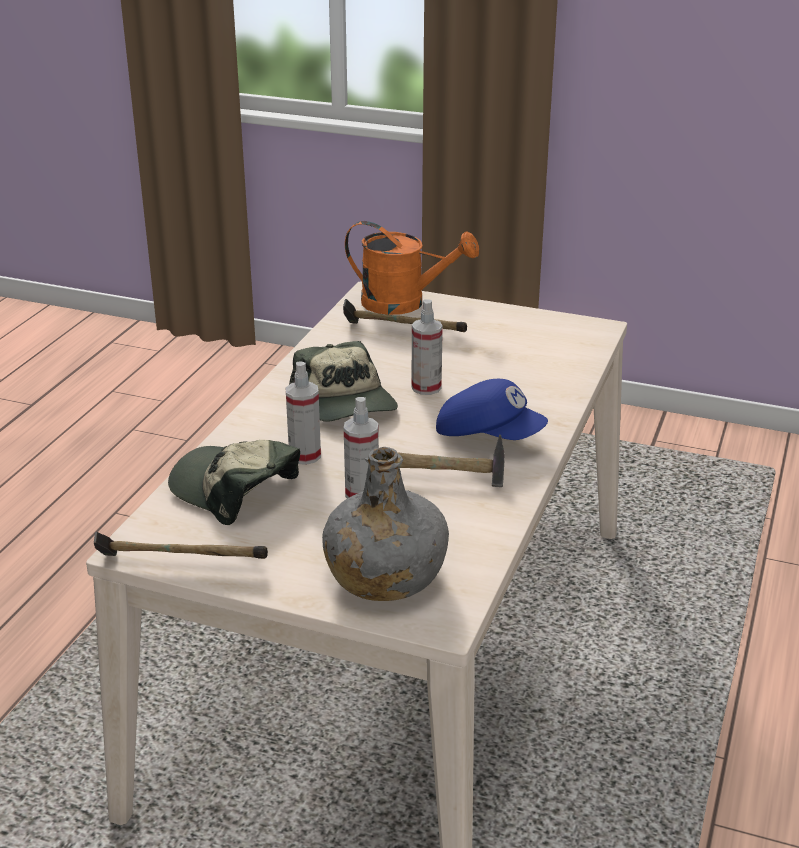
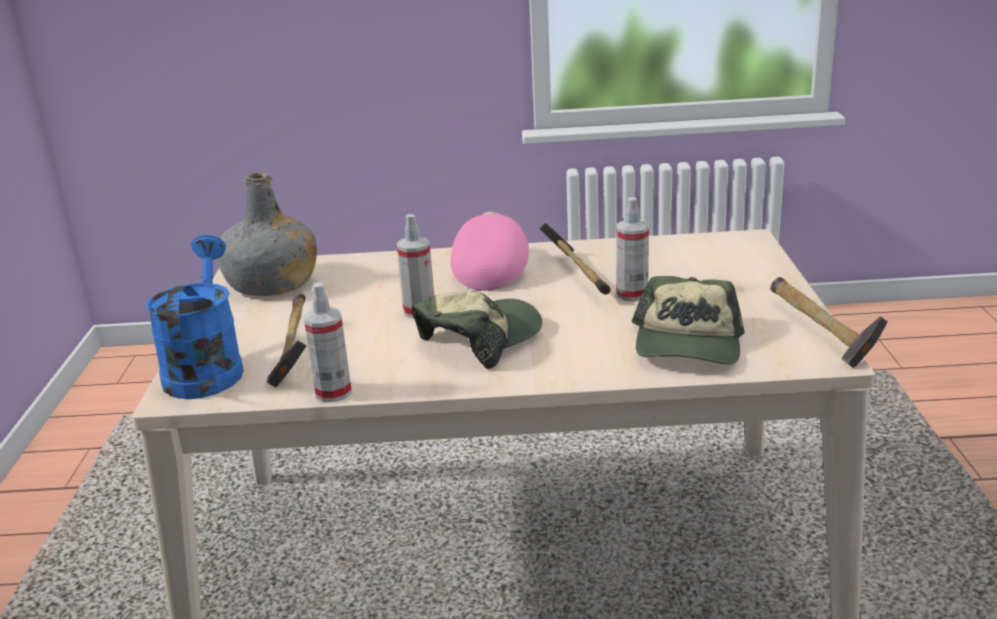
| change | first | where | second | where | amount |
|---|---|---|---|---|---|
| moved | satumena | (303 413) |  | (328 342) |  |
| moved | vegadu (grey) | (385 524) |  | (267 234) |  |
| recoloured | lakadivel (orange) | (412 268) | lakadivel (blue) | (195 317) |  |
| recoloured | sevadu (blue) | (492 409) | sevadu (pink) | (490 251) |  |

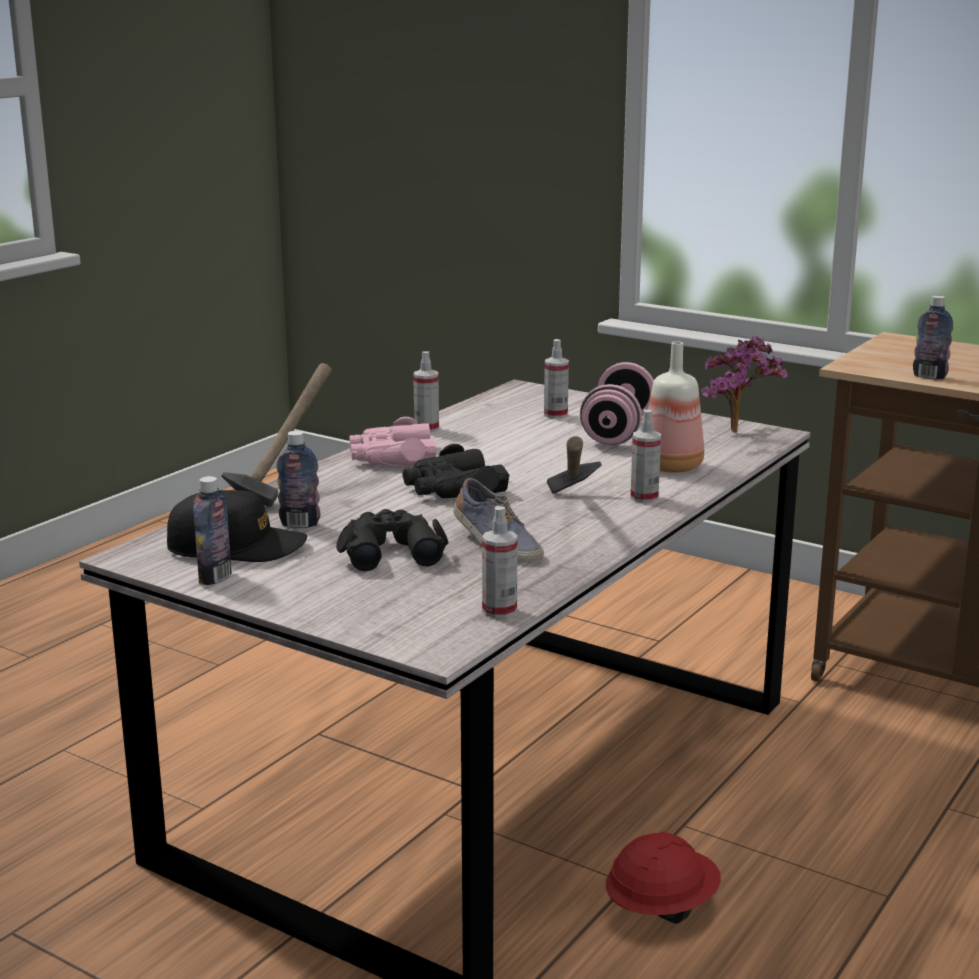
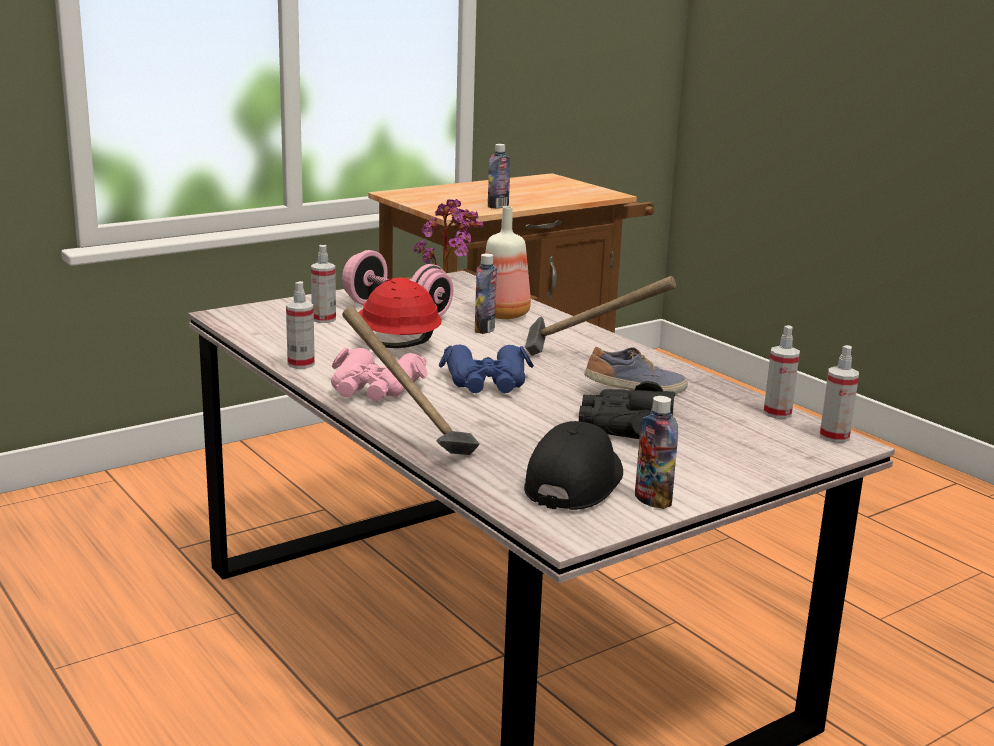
| change | first | where | second | where | amount |
|---|---|---|---|---|---|
| moved | vegadu | (298 479) |  | (486 293) |  |
| recoloured | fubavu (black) | (456 471) | fubavu (blue) | (486 368) |  |
| moved | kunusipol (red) | (663 877) |  | (400 313) |  |
| moved | satumena | (645 456) |  | (839 394) |  |

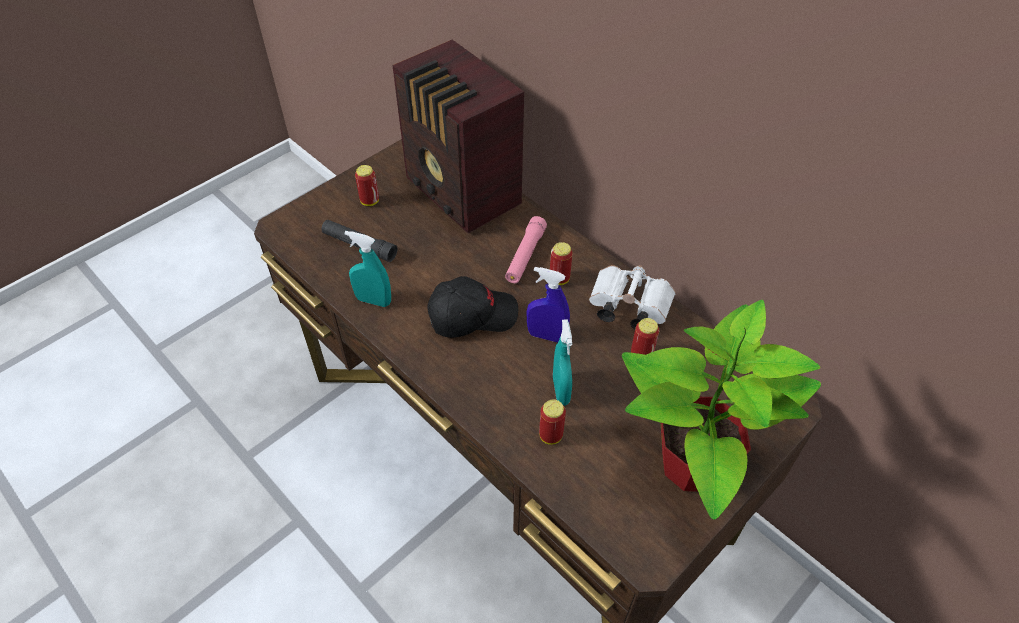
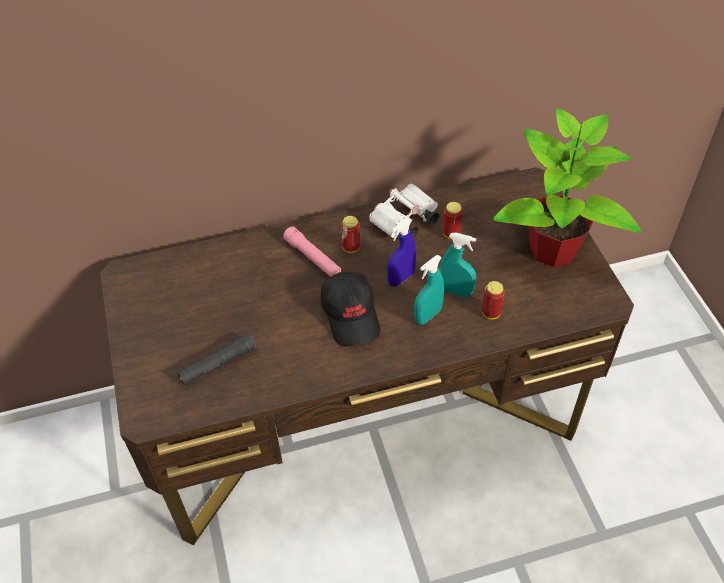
| change | first | where | second | where | amount |
|---|---|---|---|---|---|
| moved | satumena (turquoise) | (368 269) |  | (429 290) |  |
| removed | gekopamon | (367 185) |  |  |  |
| removed | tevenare | (458 136) |  |  |  |
| turned | sevadu (black) | (472 307) |  | (350 309) | 150 degrees clockwise |

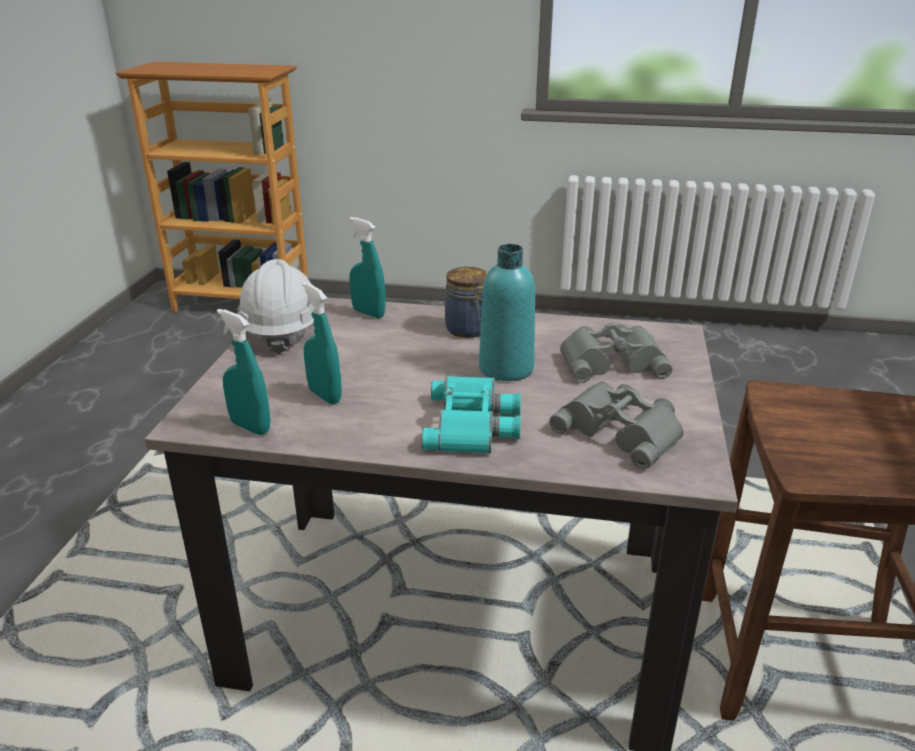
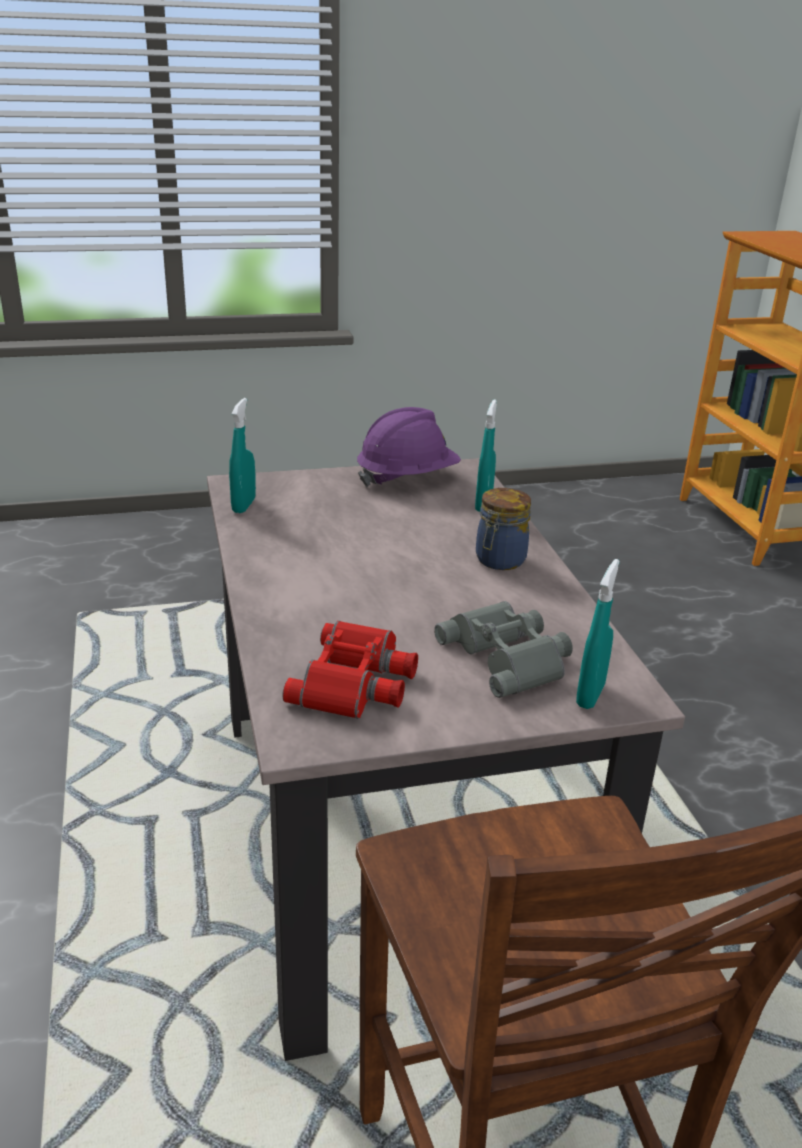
| change | first | where | second | where | amount |
|---|---|---|---|---|---|
| recoloured | kunusipol (white) | (275 307) | kunusipol (purple) | (409 447) |  |
| moved | satumena (turquoise) | (322 343) |  | (598 634) |  |
| removed | fubavu (turquoise) | (471 415) |  |  |  |
| removed | vegadu (turquoise) | (507 312) |  |  |  |
| recoloured | fubavu (grey) | (616 425) | fubavu (red) | (350 669) |  |

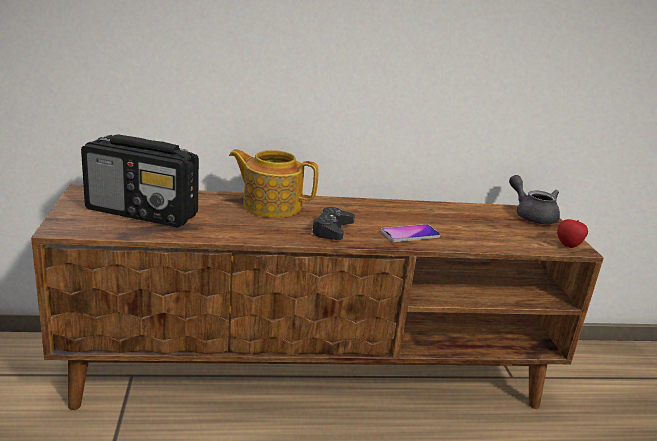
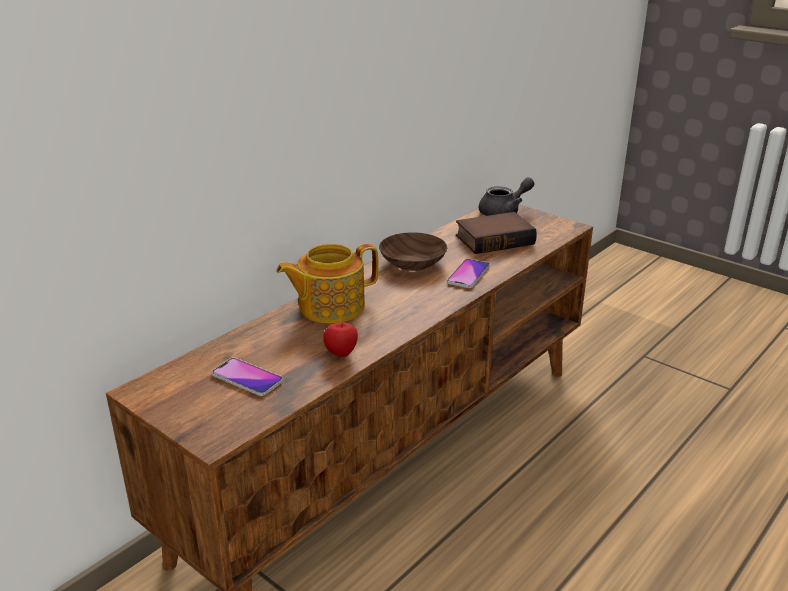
| change | first | where | second | where | amount |
|---|---|---|---|---|---|
| replaced | tevenare | (140 180) | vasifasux | (247 377) |  |
| removed | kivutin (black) | (333 223) |  |  |  |
| turned | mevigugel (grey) | (534 199) |  | (506 196) | 135 degrees clockwise |
| moved | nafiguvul | (572 233) |  | (340 339) |  |
| added |  |  | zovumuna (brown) | (413 251) |  |
| added |  |  | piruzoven | (496 233) |  |

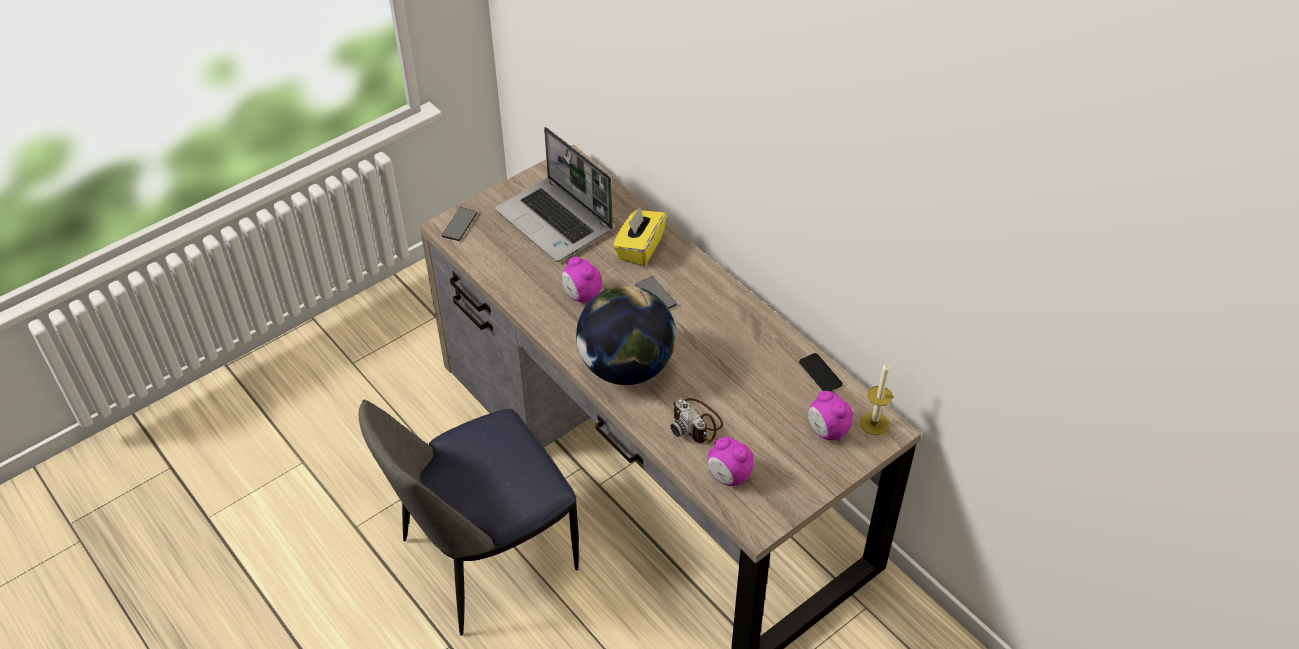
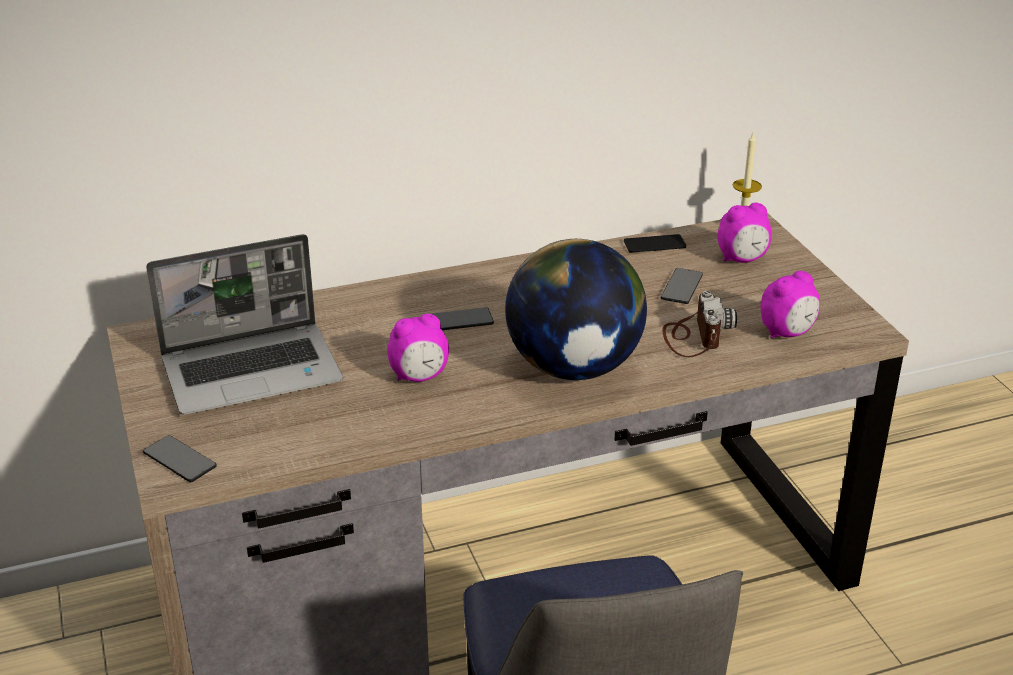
| change | first | where | second | where | amount |
|---|---|---|---|---|---|
| removed | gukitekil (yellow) | (640 236) |  |  |  |
| turned | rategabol | (696 420) |  | (699 324) | 75 degrees counterclockwise |
| added |  |  | vasifasux | (682 286) |  |

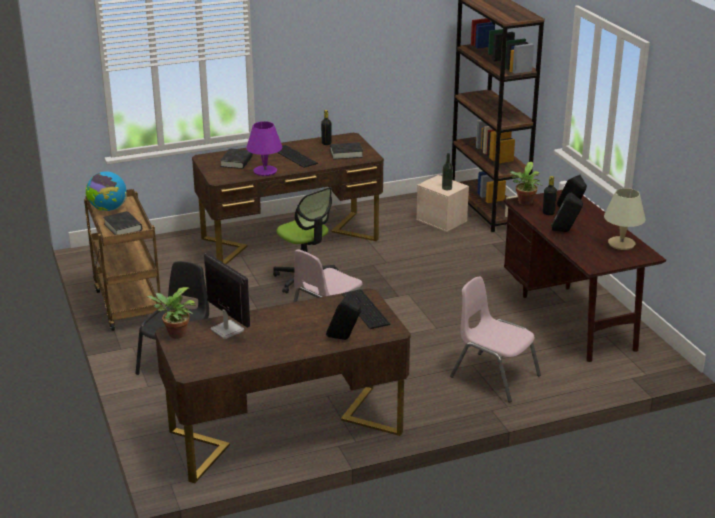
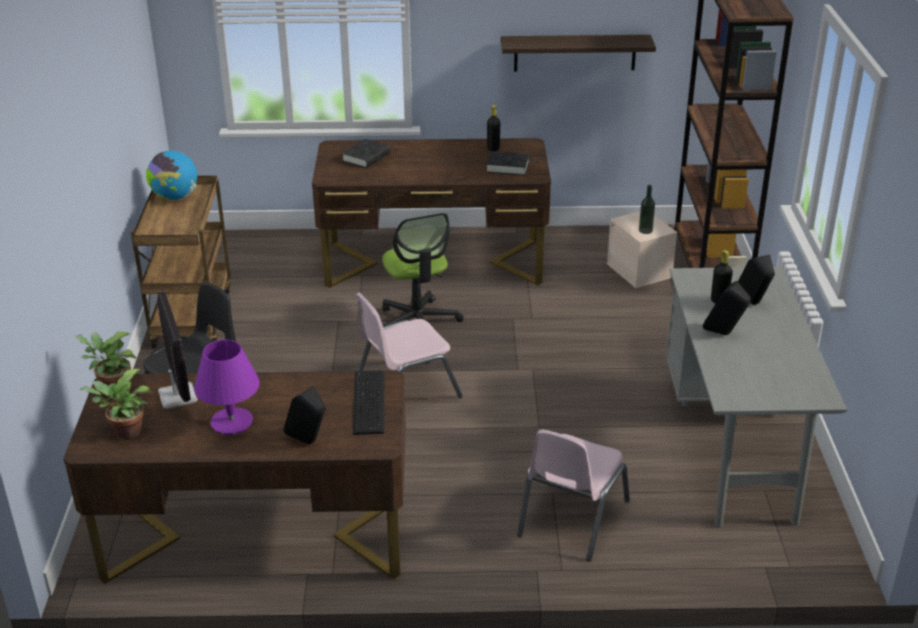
| change | first | where | second | where | amount |
|---|---|---|---|---|---|
| removed | piruzoven (black) | (122 223) |  |  |  |
| moved | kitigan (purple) | (264 148) |  | (227 387) |  |
| removed | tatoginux | (297 156) |  |  |  |
| turned | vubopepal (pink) | (495 340) |  | (573 495) | 120 degrees counterclockwise |
| recoloured | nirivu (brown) | (584 276) | nirivu (grey) | (756 397) |  |
| moved | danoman | (526 183) |  | (116 404) |  |
| removed | kitigan (beige) | (625 219) |  |  |  |
| added |  |  | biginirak | (578 53) |  |

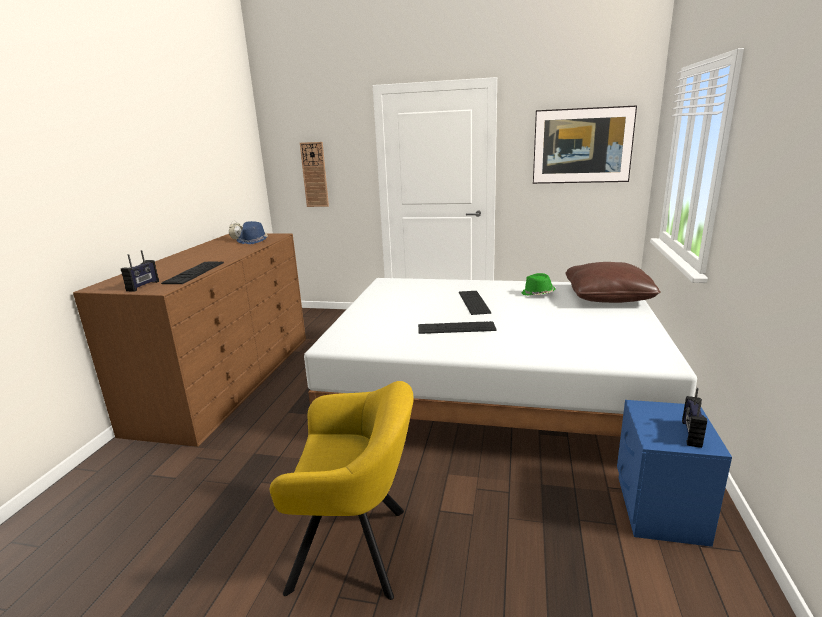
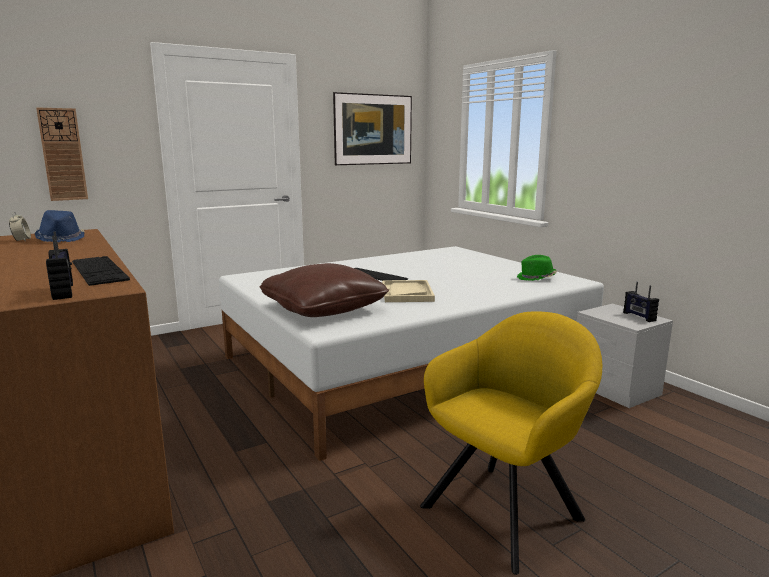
| change | first | where | second | where | amount |
|---|---|---|---|---|---|
| replaced | tatoginux | (457 327) | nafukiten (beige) | (408 291) |  |
| moved | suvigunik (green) | (539 284) |  | (537 268) |  |
| moved | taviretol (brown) | (613 282) |  | (324 290) |  |
| recoloured | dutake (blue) | (674 473) | dutake (grey) | (624 356) |  |

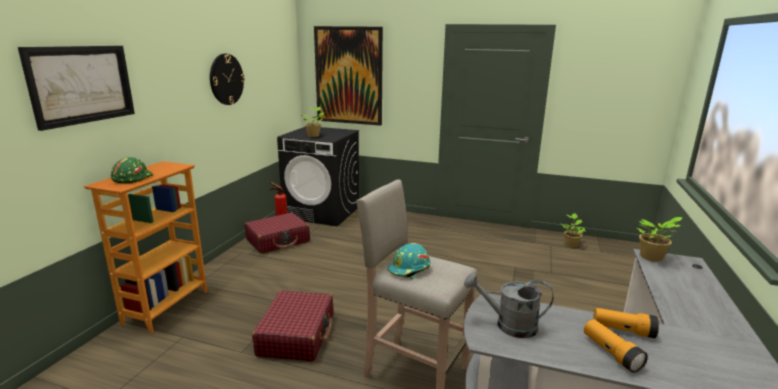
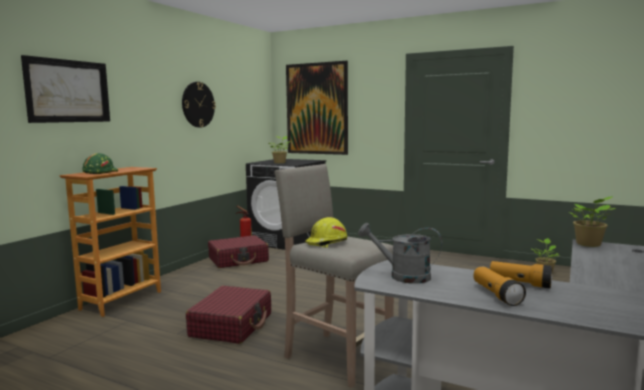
| change | first | where | second | where | amount |
|---|---|---|---|---|---|
| recoloured | kunusipol (turquoise) | (409 261) | kunusipol (yellow) | (326 232) |  |

